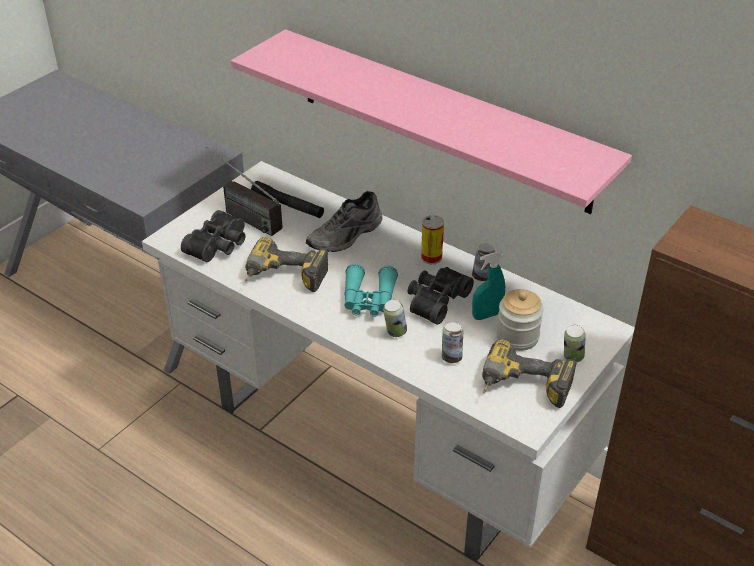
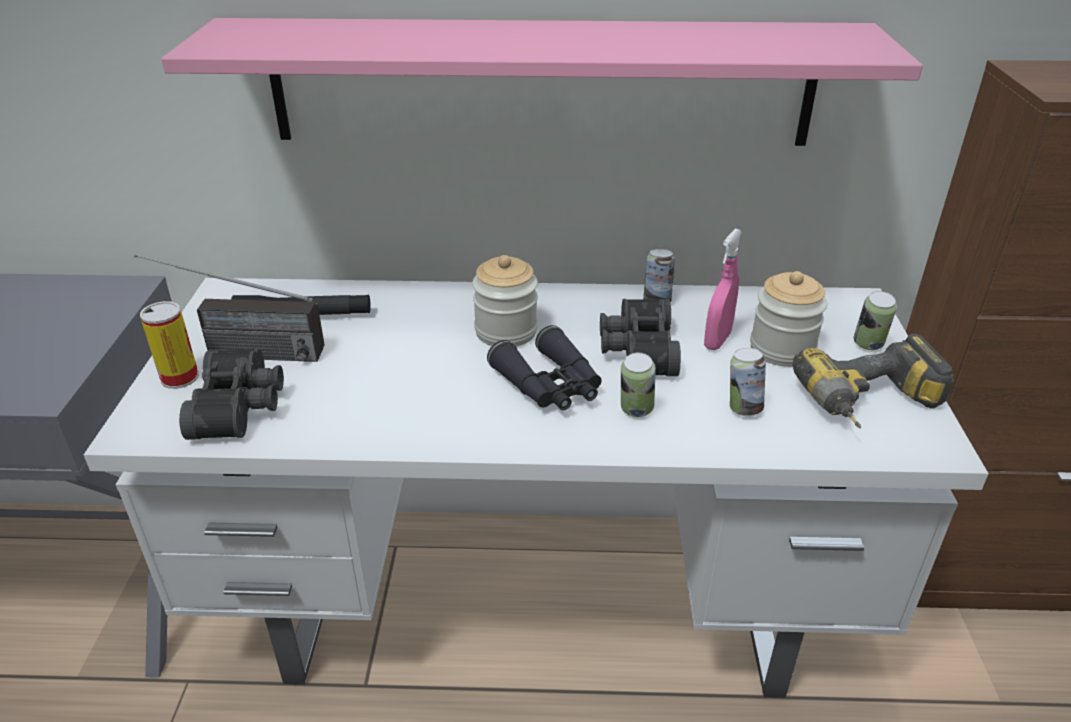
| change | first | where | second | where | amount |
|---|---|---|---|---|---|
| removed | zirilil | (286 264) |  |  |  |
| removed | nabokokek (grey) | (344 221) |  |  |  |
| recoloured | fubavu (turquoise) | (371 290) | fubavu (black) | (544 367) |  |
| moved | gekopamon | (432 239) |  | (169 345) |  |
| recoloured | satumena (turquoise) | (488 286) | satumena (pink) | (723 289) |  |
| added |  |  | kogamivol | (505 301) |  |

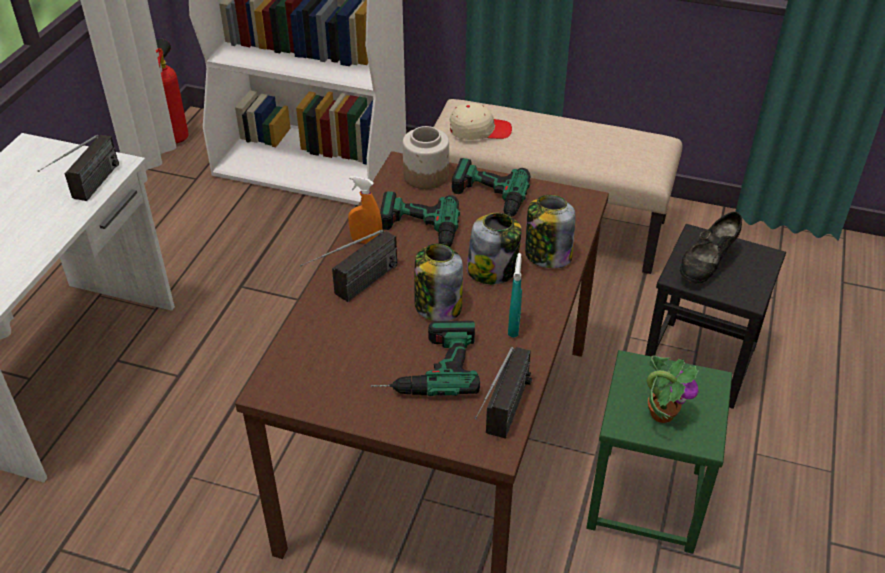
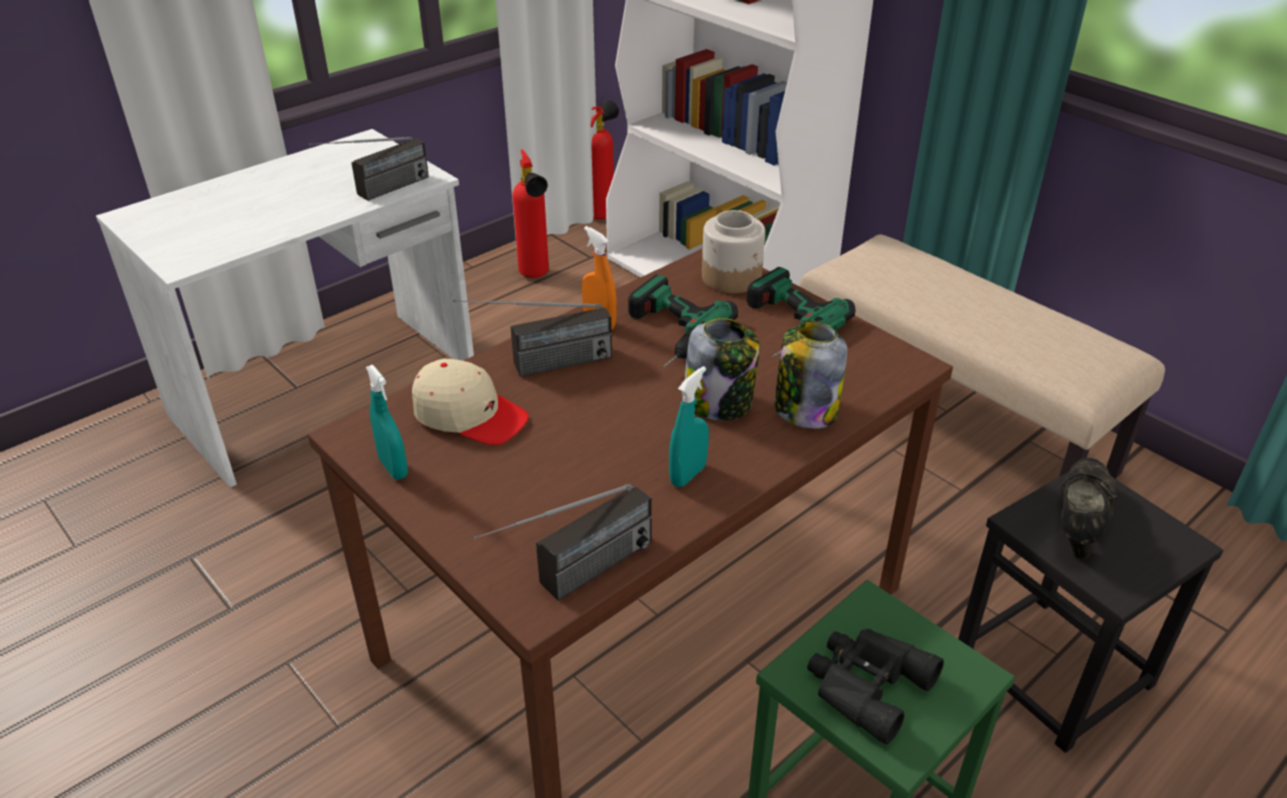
| change | first | where | second | where | amount |
|---|---|---|---|---|---|
| removed | zirilil | (425 358) |  |  |  |
| removed | kogamivol | (438 282) |  |  |  |
| moved | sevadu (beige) | (480 121) |  | (470 402) |  |
| replaced | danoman | (673 389) | fubavu (black) | (875 686) |  |
| turned | nabokokek (black) | (711 248) |  | (1089 508) | 135 degrees clockwise |
| added |  |  | satumena (turquoise) | (387 422) |  |
| added |  |  | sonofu | (531 213) |  |

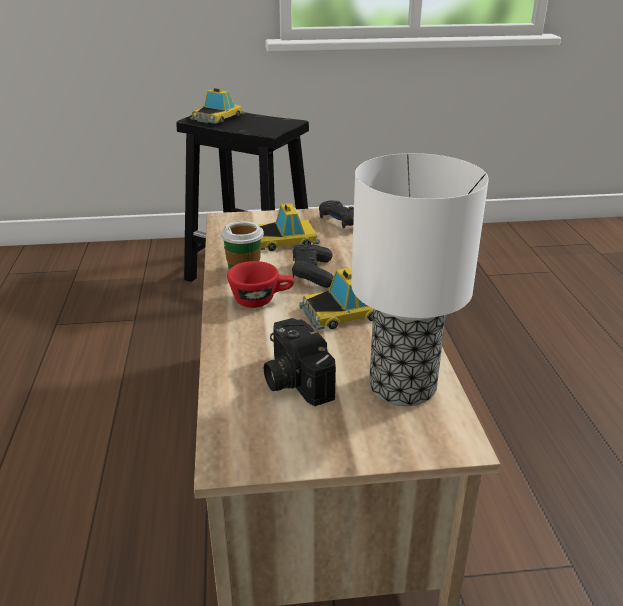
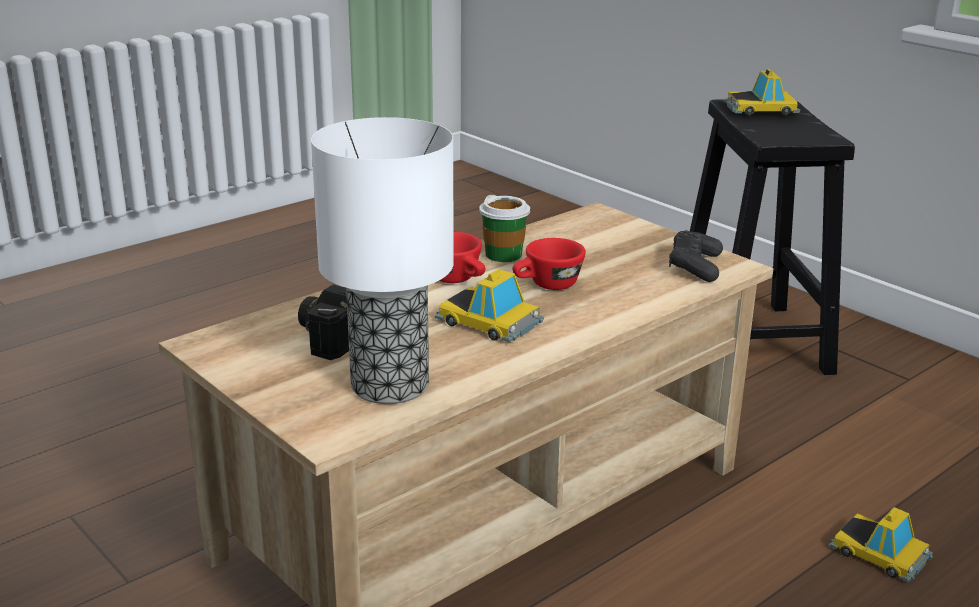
| change | first | where | second | where | amount |
|---|---|---|---|---|---|
| moved | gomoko | (289 227) |  | (881 544) |  |
| replaced | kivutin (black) | (313 266) | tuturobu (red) | (549 264) |  |

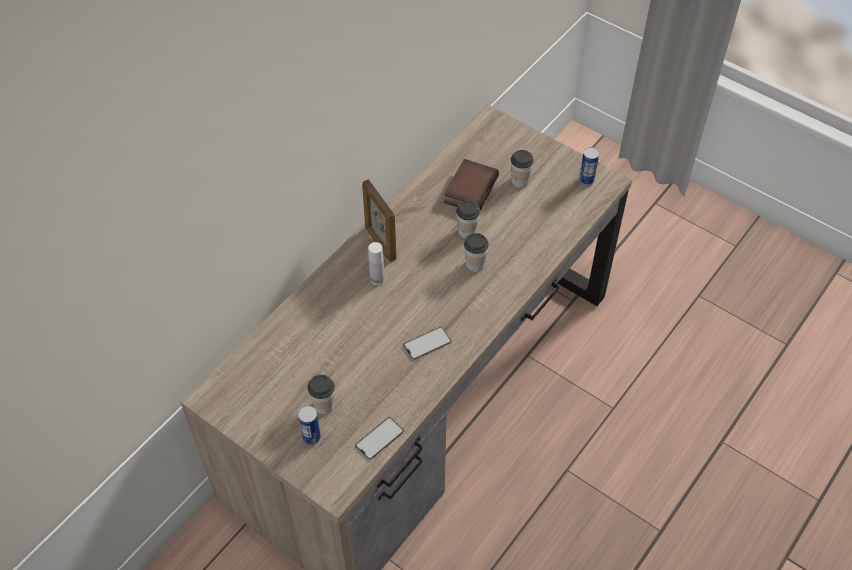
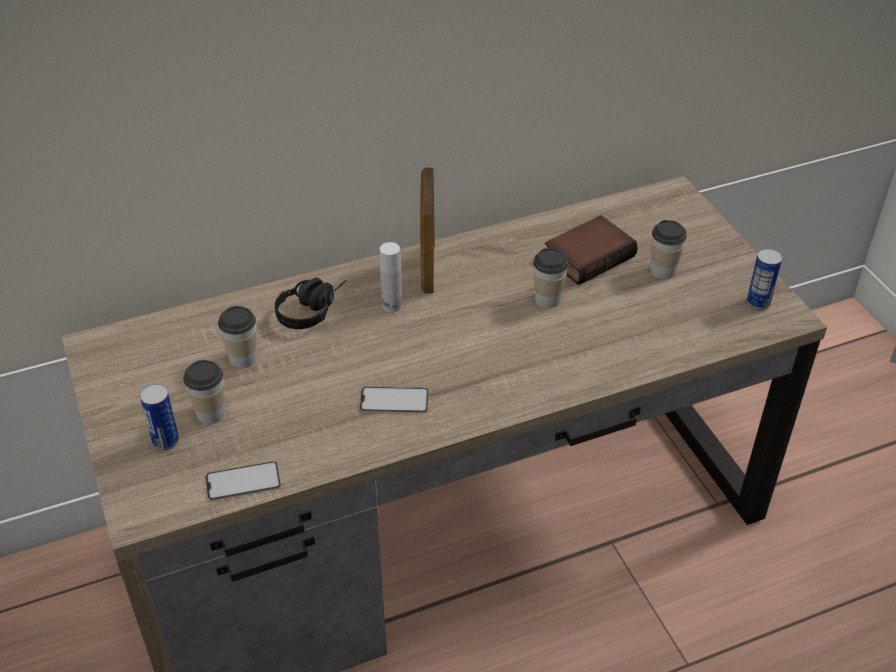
| change | first | where | second | where | amount |
|---|---|---|---|---|---|
| moved | tuturobu | (476 252) |  | (237 337) |  |
| added |  |  | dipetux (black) | (311 303) |  |

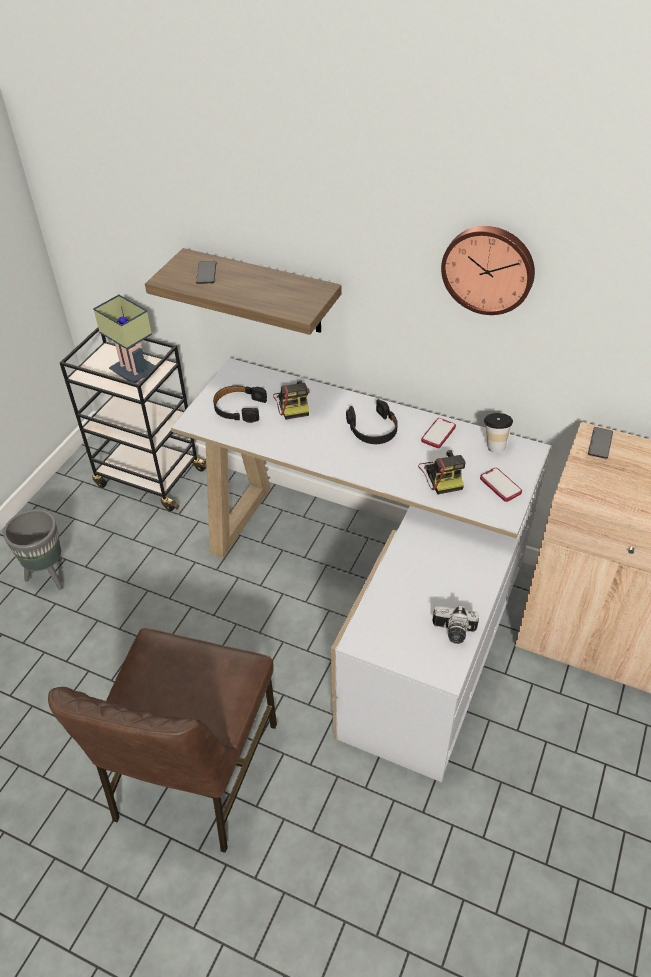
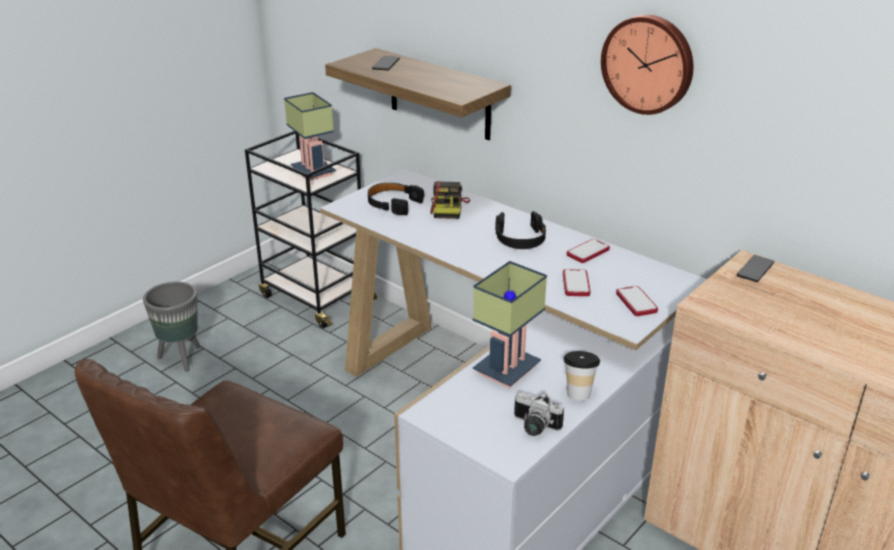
| change | first | where | second | where | amount |
|---|---|---|---|---|---|
| replaced | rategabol | (442 472) | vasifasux | (576 282) |  |
| moved | tuturobu | (498 432) |  | (582 376) |  |
| added |  |  | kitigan | (510 324) |  |

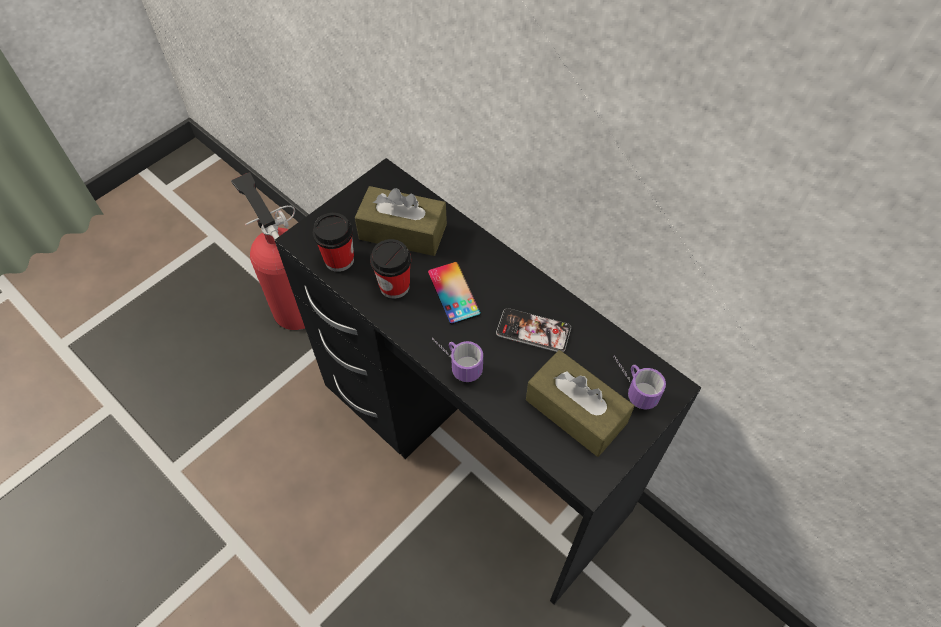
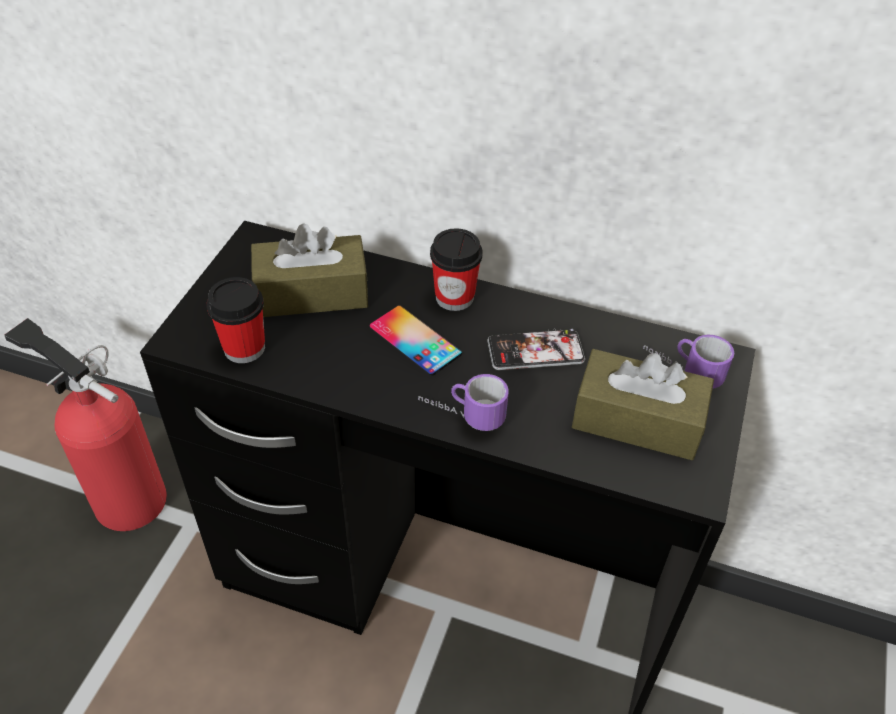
| change | first | where | second | where | amount |
|---|---|---|---|---|---|
| moved | tuturobu | (390 269) |  | (456 269) |  |

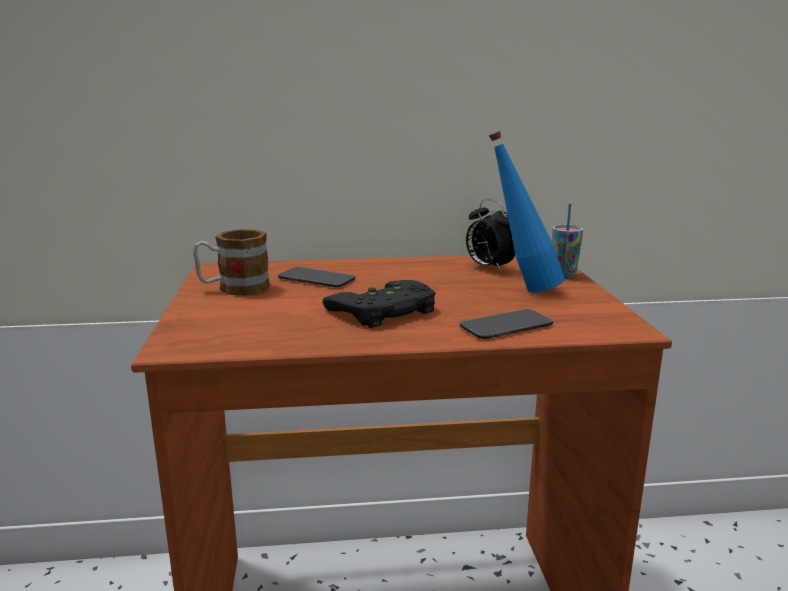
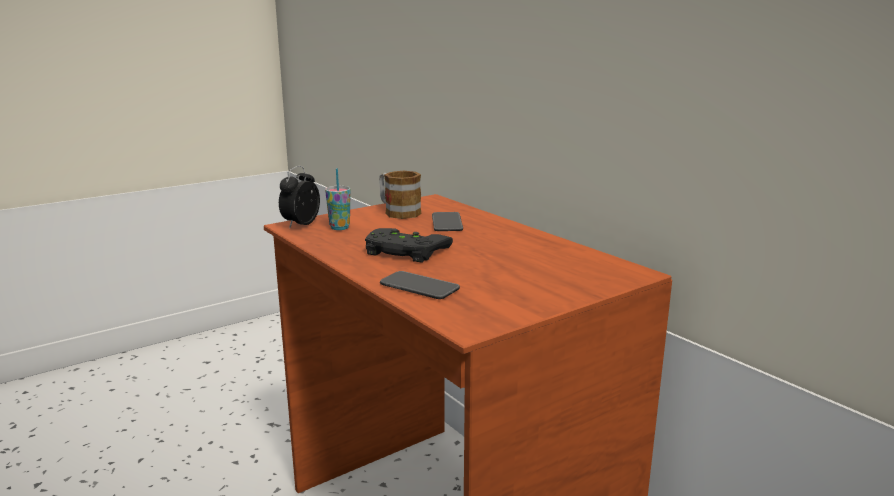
| change | first | where | second | where | amount |
|---|---|---|---|---|---|
| moved | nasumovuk | (490 236) |  | (299 197) |  |
| removed | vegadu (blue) | (527 212) |  |  |  |
| moved | tuturobu | (567 241) |  | (338 199) |  |

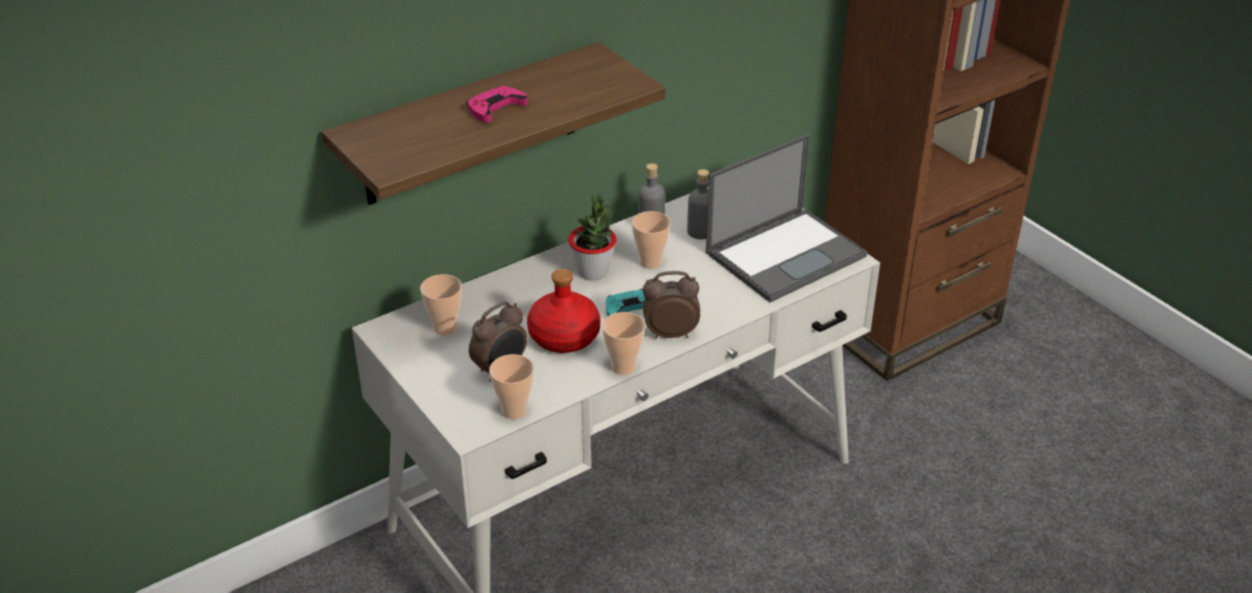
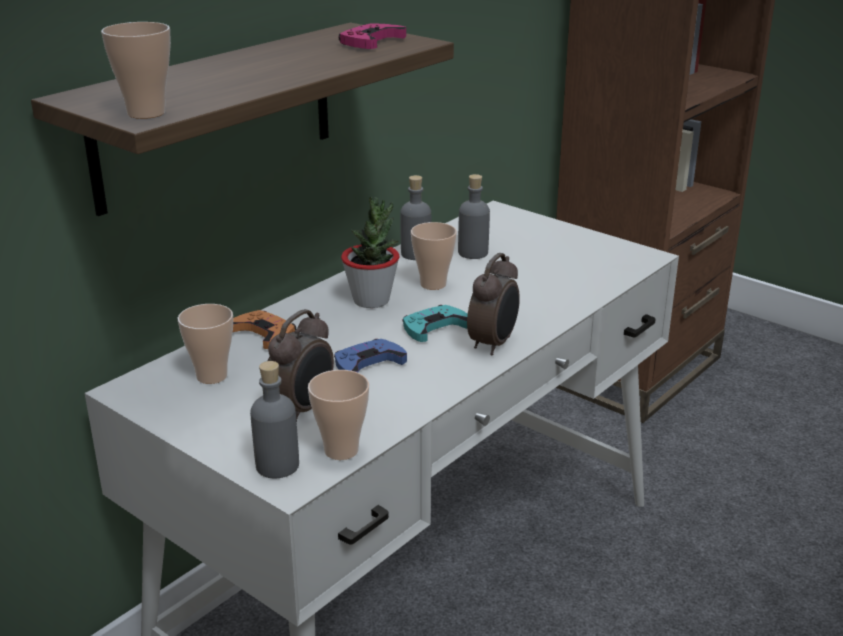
| change | first | where | second | where | amount |
|---|---|---|---|---|---|
| moved | kivutin (pink) | (497 104) |  | (372 36) |  |
| replaced | vegadu (red) | (563 311) | kivutin (blue) | (370 356) |  |
| moved | tuturobu | (623 343) |  | (136 70) |  |
| turned | nasumovuk | (671 305) |  | (493 304) | 135 degrees clockwise |
| removed | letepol | (786 218) |  |  |  |
| added |  |  | kivutin (orange) | (264 329) |  |
| added |  |  | vegadu (grey) | (274 419) |  |

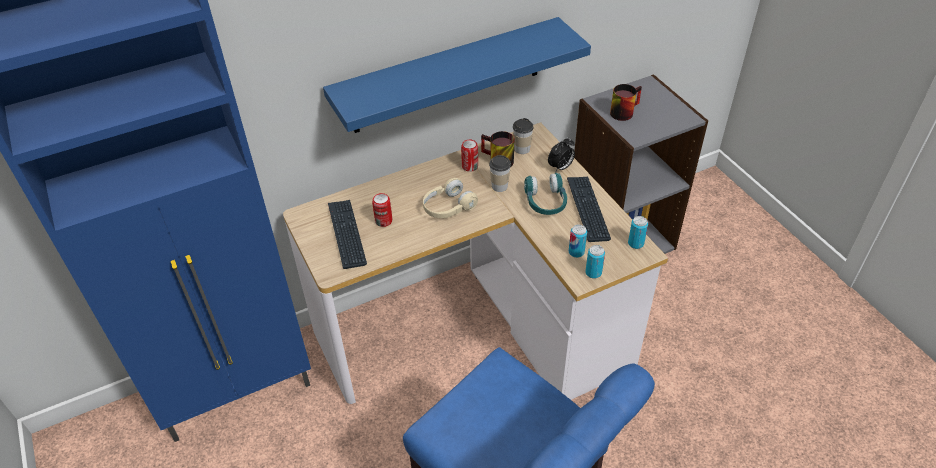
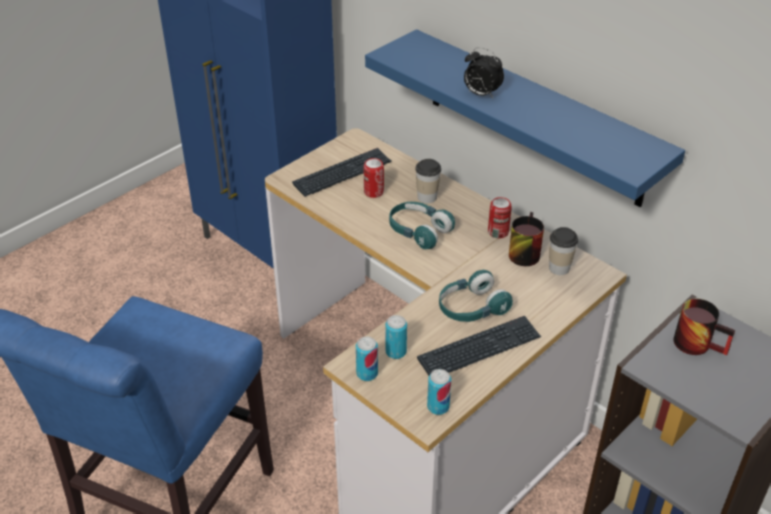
| change | first | where | second | where | amount |
|---|---|---|---|---|---|
| recoloured | dipetux (beige) | (450 198) | dipetux (turquoise) | (422 225) |  |
| moved | tuturobu | (500 173) |  | (428 181) |  |
| moved | nasumovuk | (561 155) |  | (484 72) |  |

